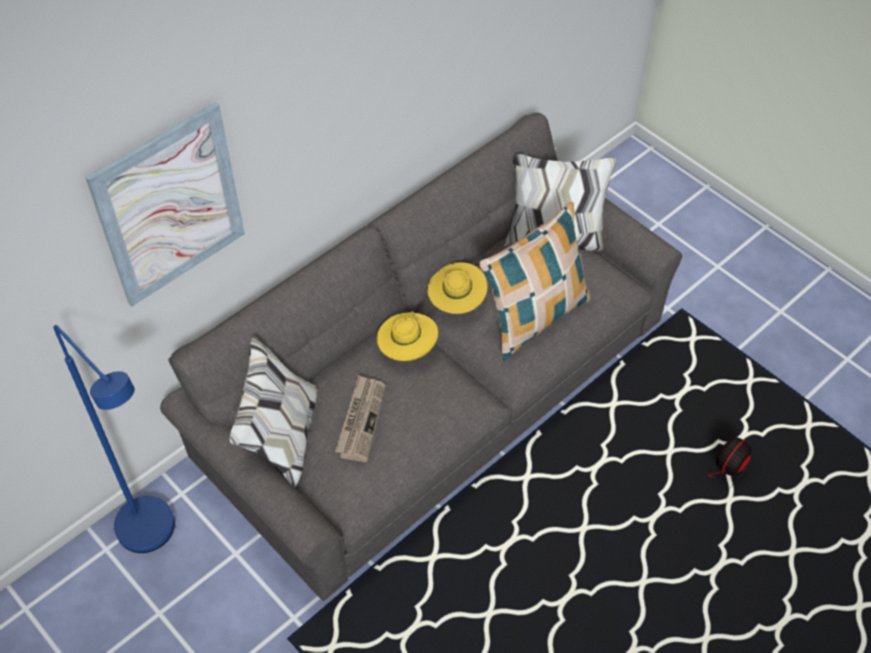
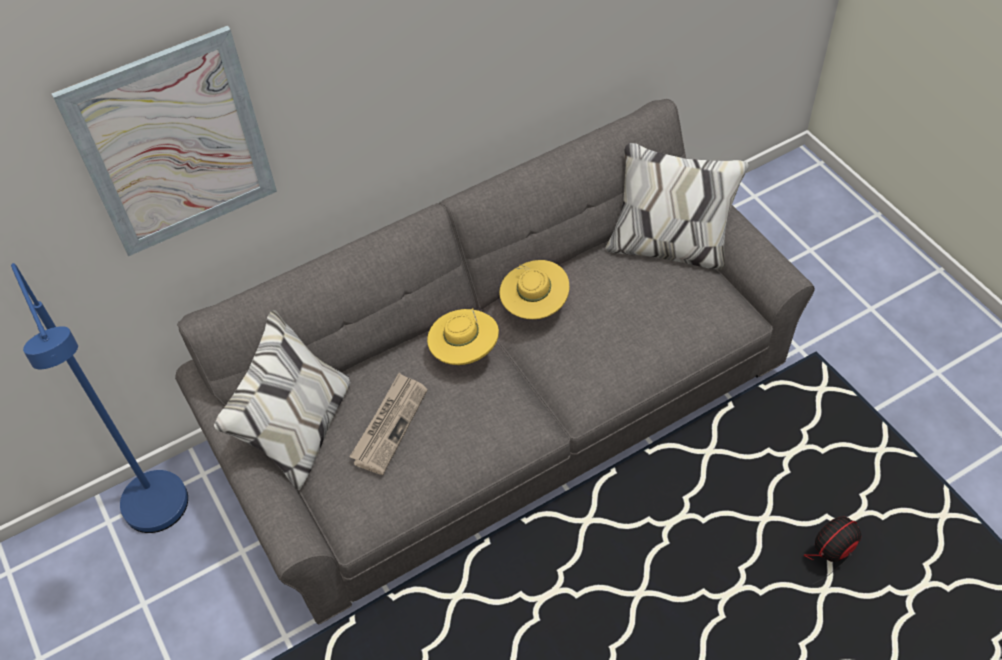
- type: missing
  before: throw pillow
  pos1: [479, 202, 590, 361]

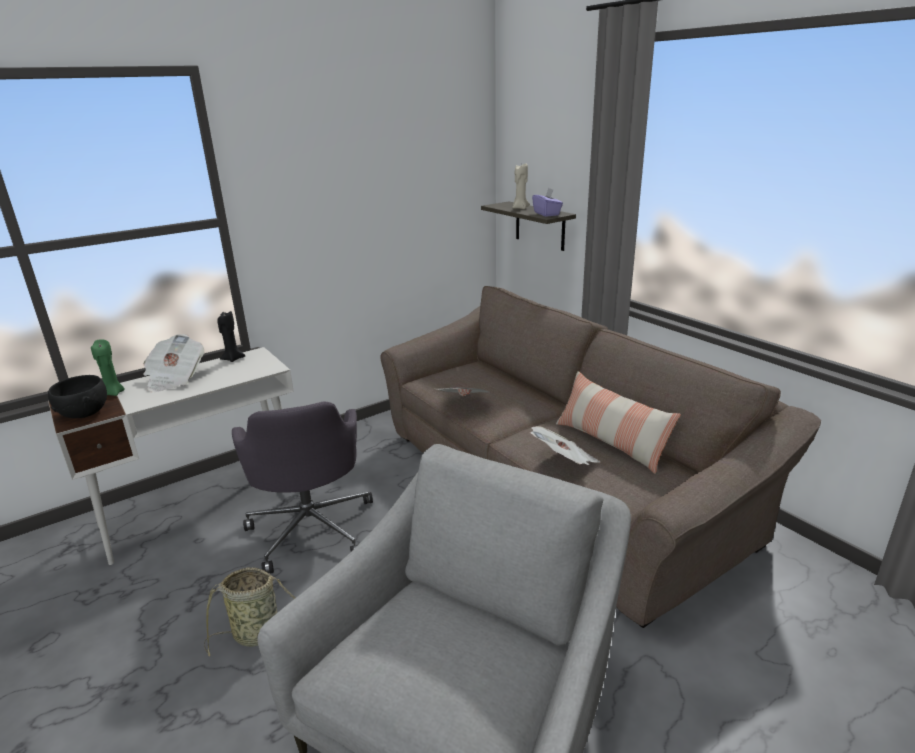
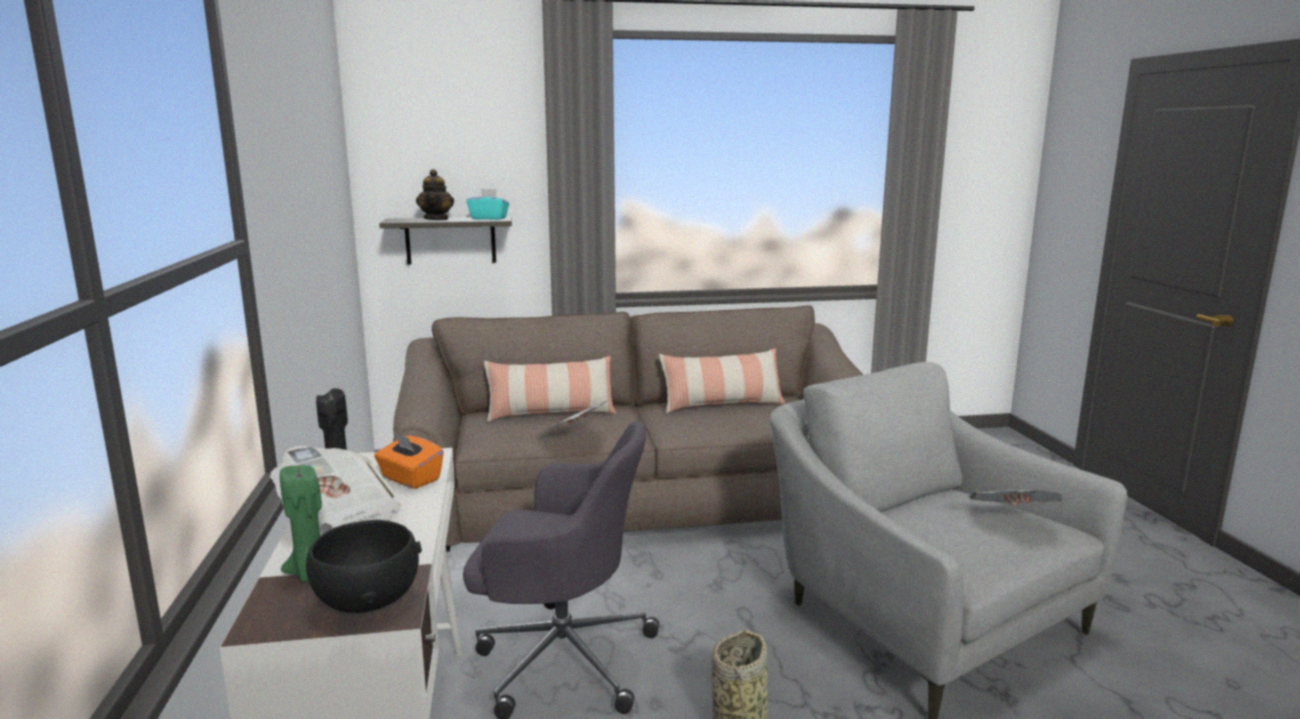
- type: appeared
  after: box of tissues/orange
  pos2: [374, 431, 444, 489]
- type: appeared
  after: throw pillow
  pos2: [484, 356, 616, 422]
- type: relocated
  before: newspaper
  pos1: [530, 426, 600, 465]
  pos2: [969, 490, 1062, 506]
- type: exchanged
  before: wax candle/sand-coloured
  after: pot for tea
  pos1: [512, 163, 530, 209]
  pos2: [416, 169, 454, 220]
- type: colour
  before: box of tissues/purple
  after: box of tissues/turquoise-coloured
  pos1: [532, 188, 563, 217]
  pos2: [467, 189, 509, 220]

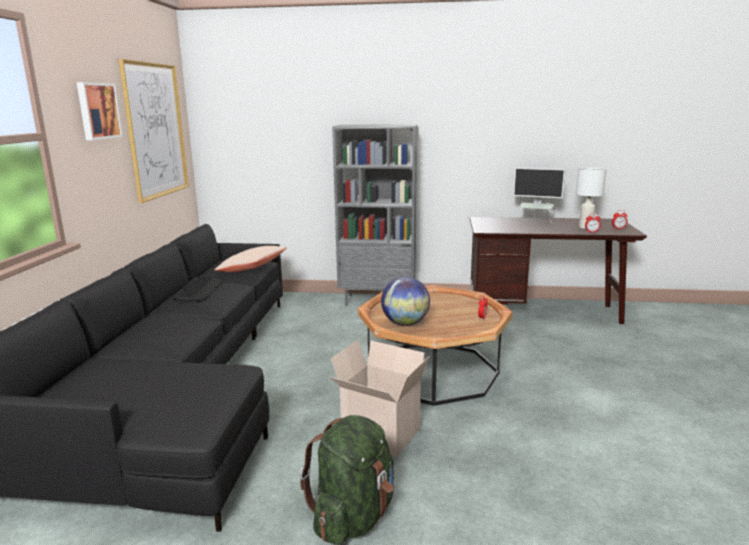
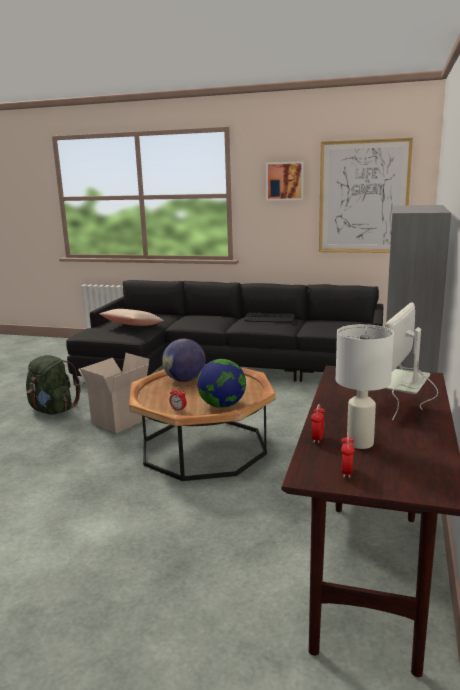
- type: appeared
  after: desk globe
  pos2: [197, 359, 246, 408]
- type: relocated
  before: throw pillow/sand-coloured
  pos1: [215, 246, 287, 272]
  pos2: [100, 309, 164, 326]

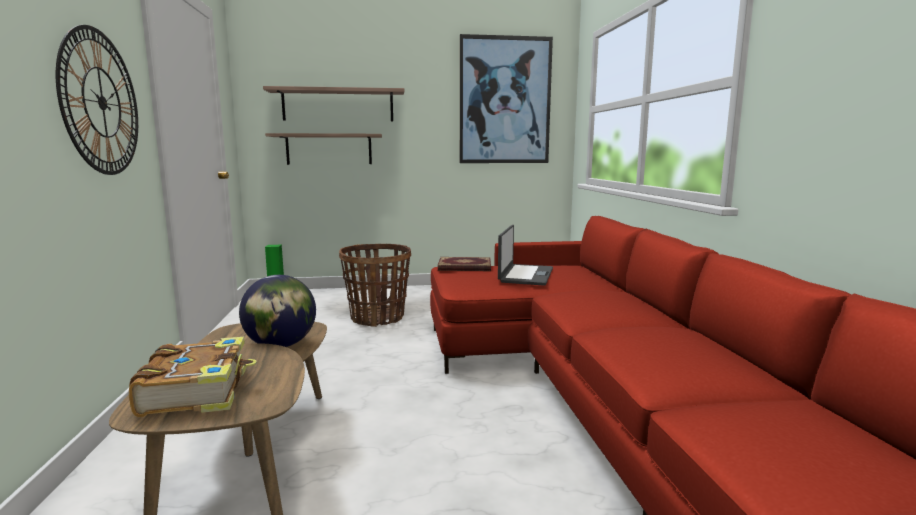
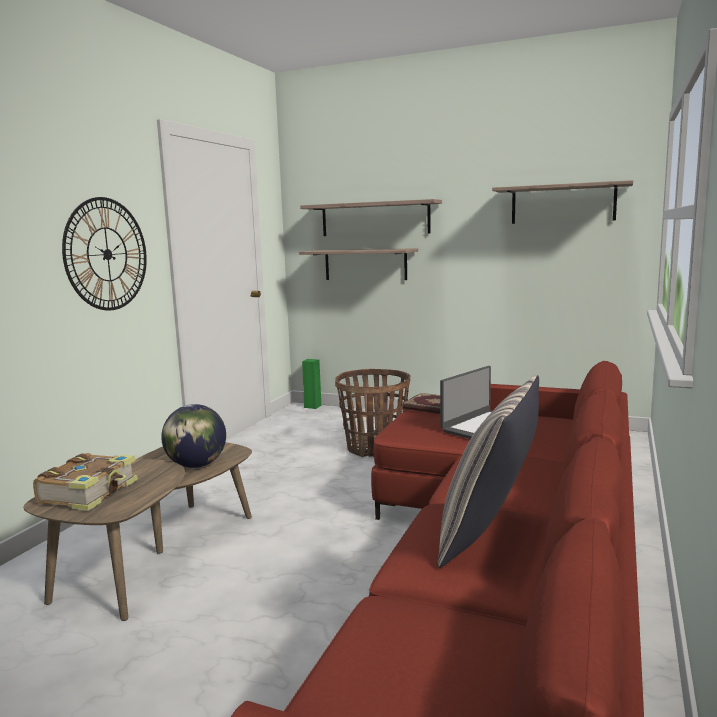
- type: appeared
  after: throw pillow
  pos2: [438, 375, 539, 568]
- type: exchanged
  before: wall art
  after: bracket shelf
  pos1: [460, 34, 553, 163]
  pos2: [492, 180, 633, 224]

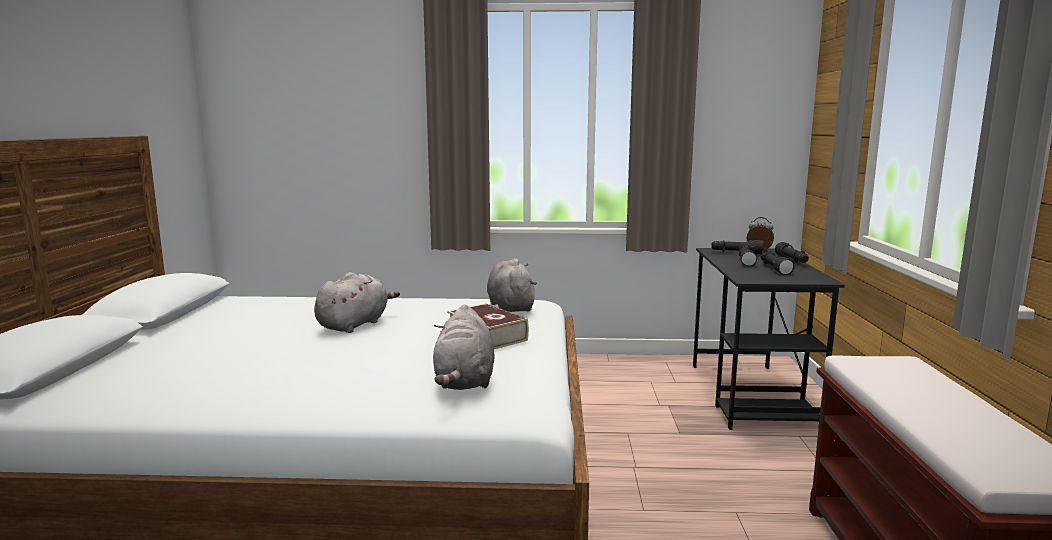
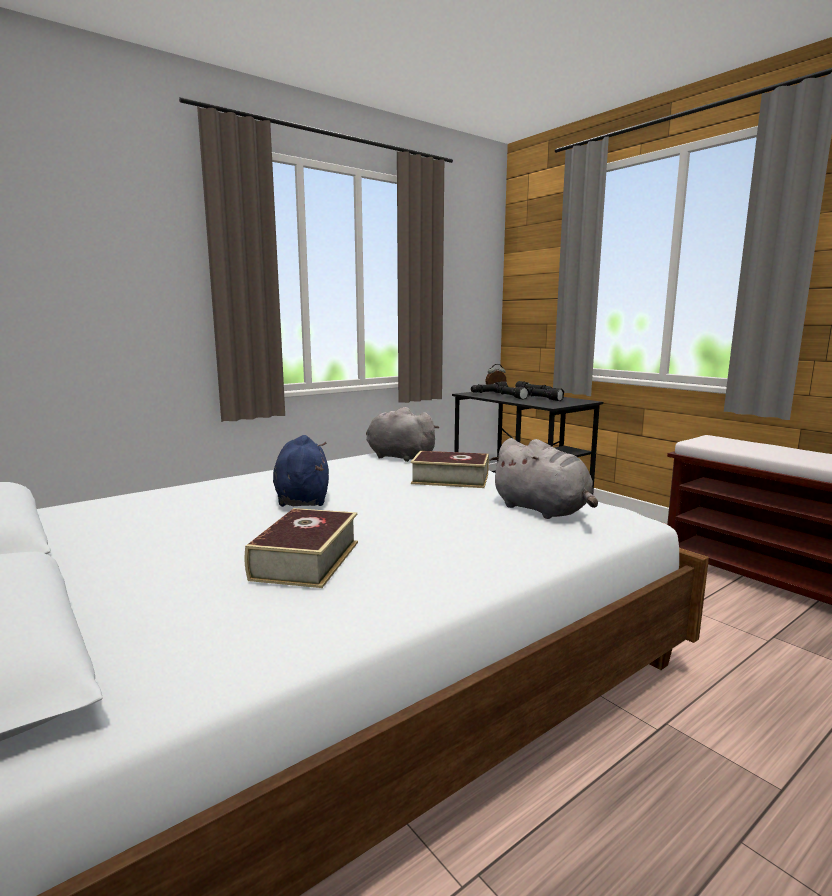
- type: appeared
  after: bound book
  pos2: [244, 508, 358, 588]
- type: colour
  before: plush toy/gray
  after: plush toy/blue
  pos1: [314, 272, 400, 333]
  pos2: [273, 435, 329, 507]

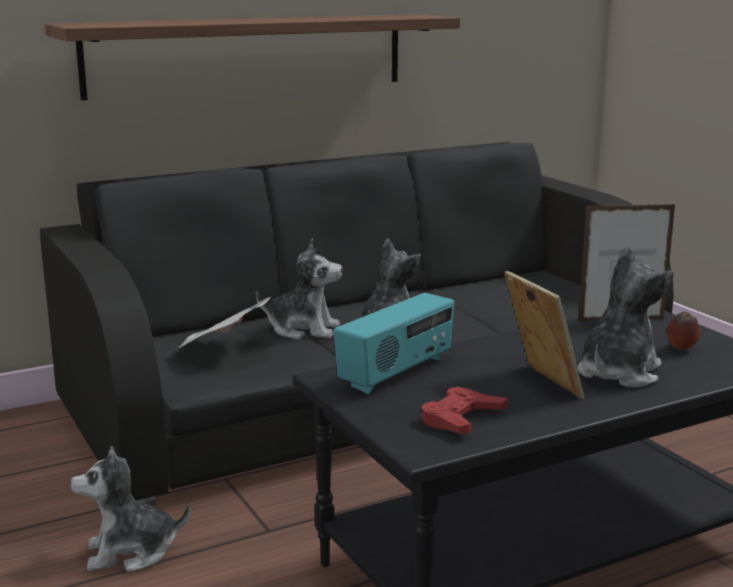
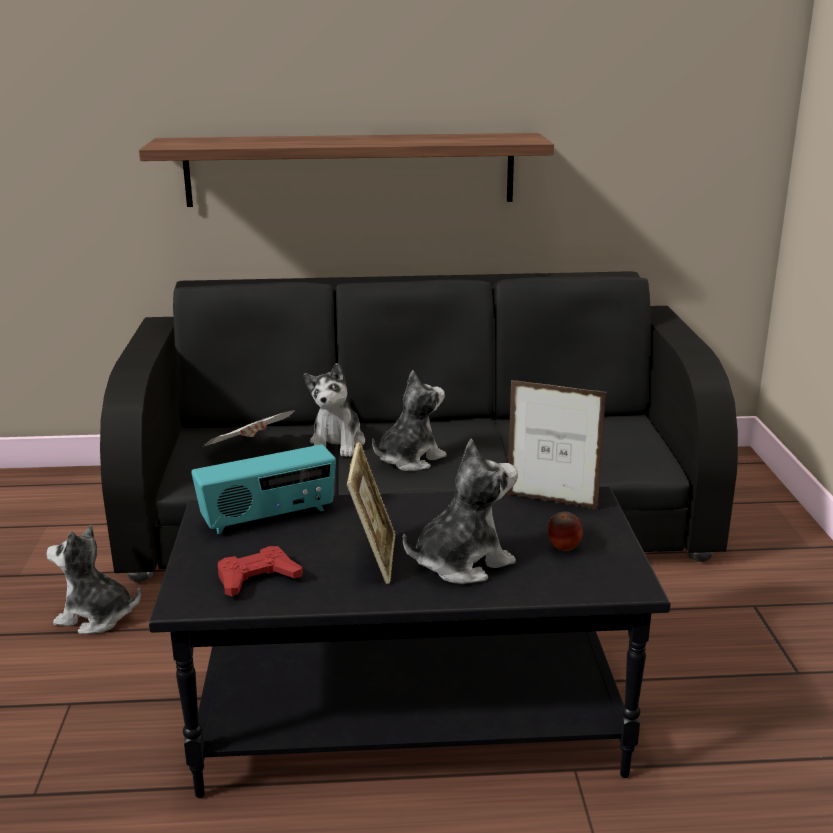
- type: spun
  before: plush toy
  pos1: [256, 238, 343, 339]
  pos2: [304, 363, 365, 457]
  turn: 60

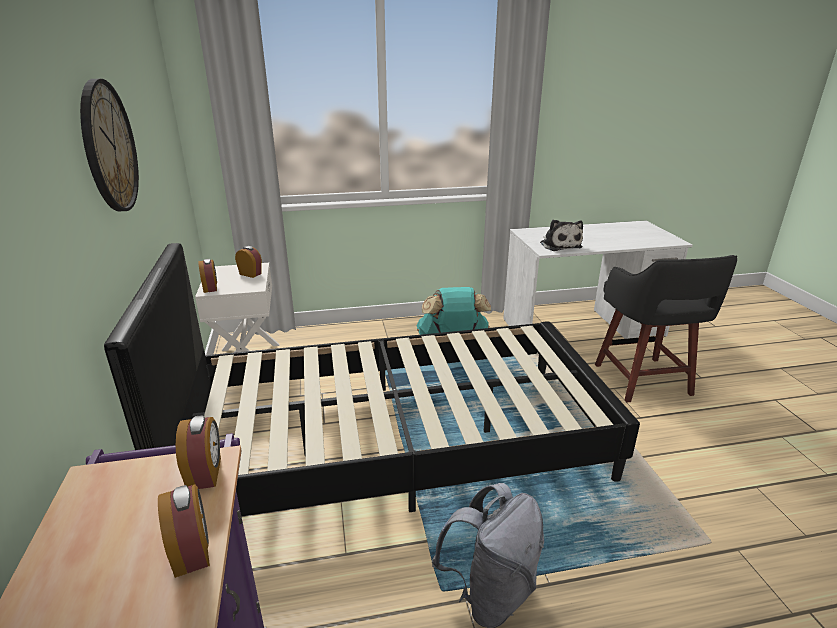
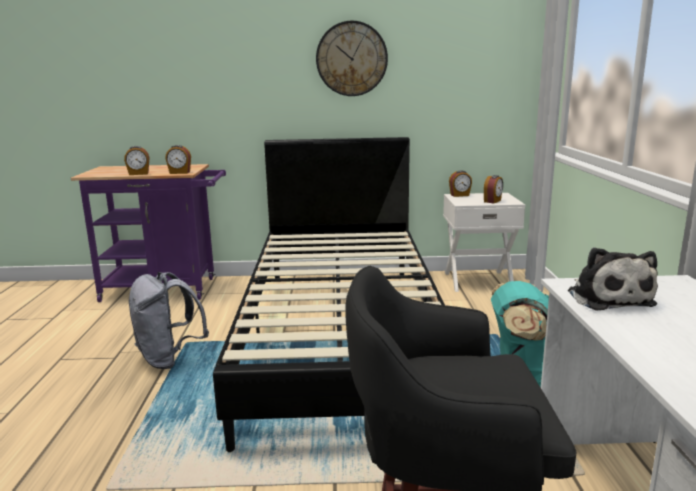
- type: spun
  before: plush toy
  pos1: [540, 220, 583, 251]
  pos2: [568, 247, 658, 311]
  turn: -90

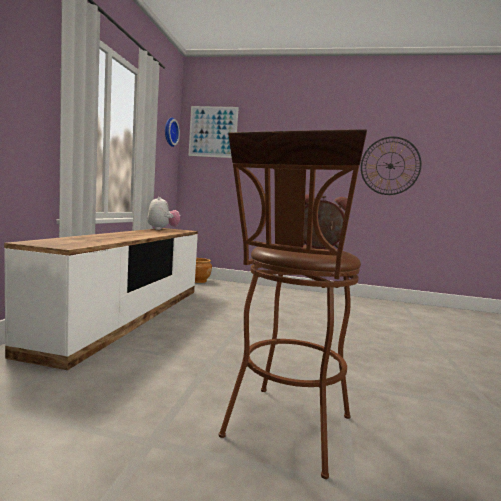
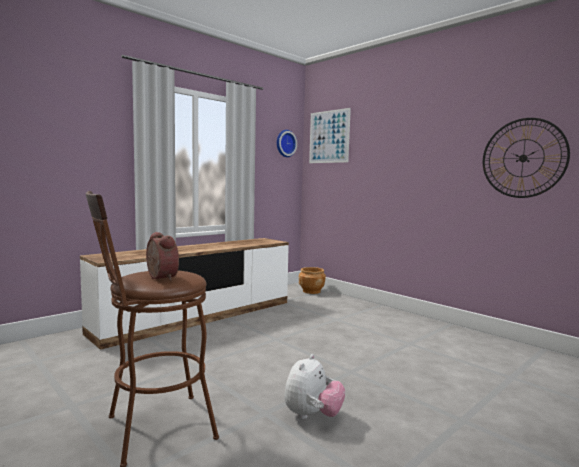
- type: relocated
  before: plush toy
  pos1: [147, 197, 180, 230]
  pos2: [284, 354, 346, 419]

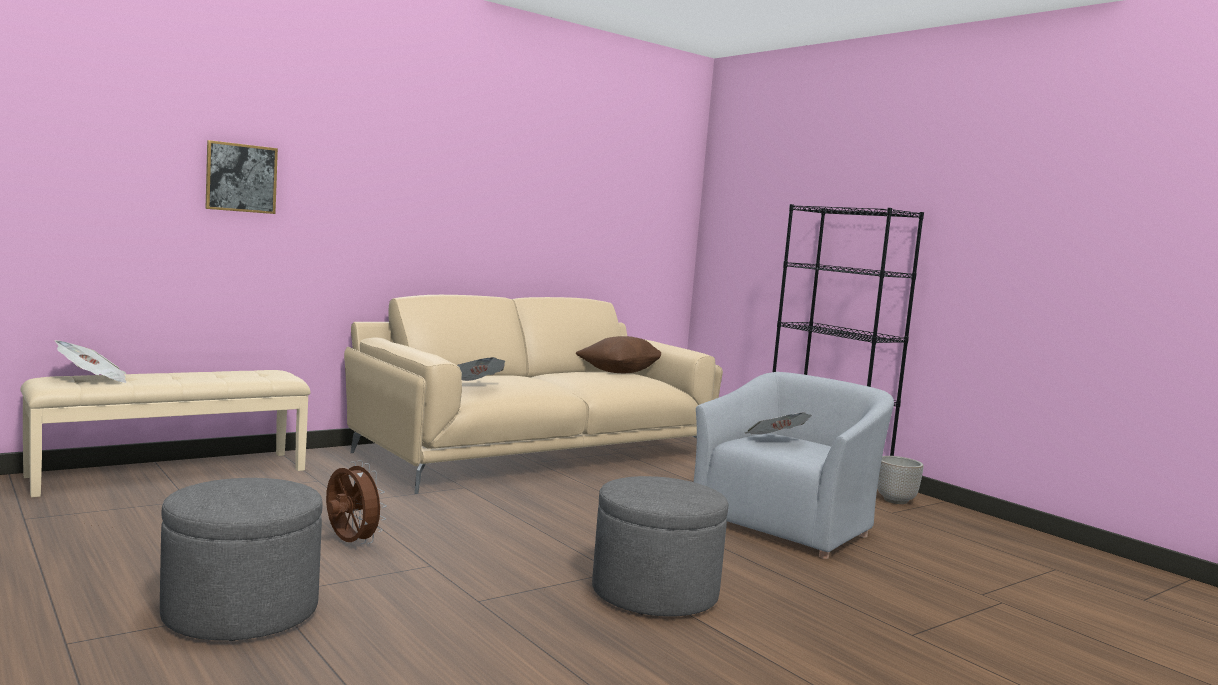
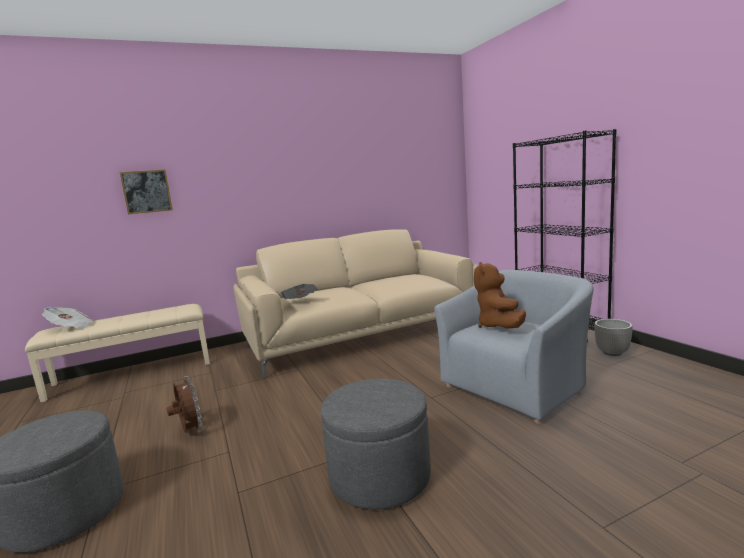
- type: missing
  before: throw pillow/brown
  pos1: [576, 336, 661, 373]
- type: exchanged
  before: newspaper
  after: plush toy/brown
  pos1: [745, 412, 812, 434]
  pos2: [474, 262, 526, 329]

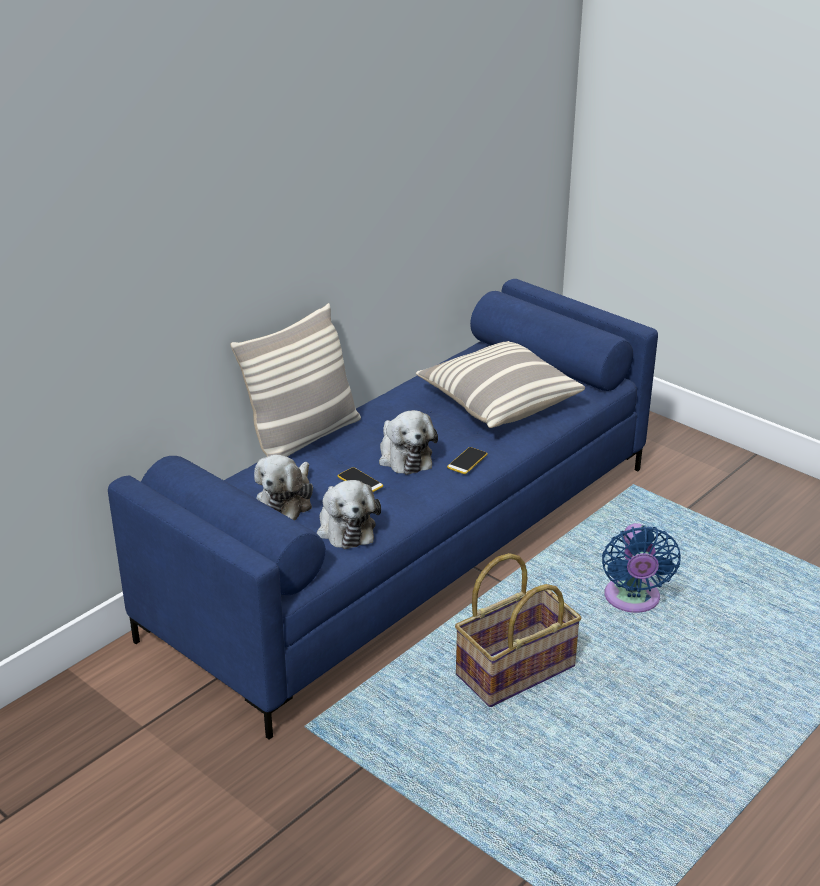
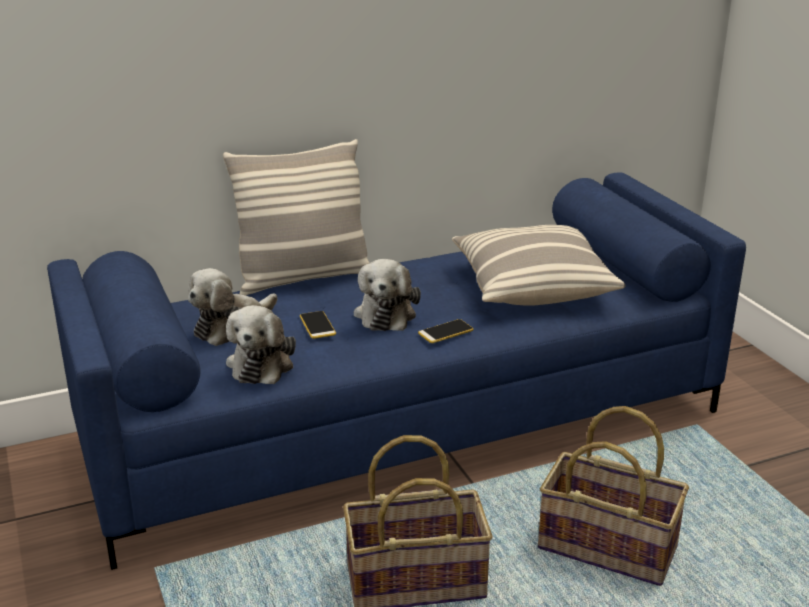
- type: exchanged
  before: electric fan/blue
  after: storage basket
  pos1: [602, 523, 681, 613]
  pos2: [538, 406, 689, 586]

